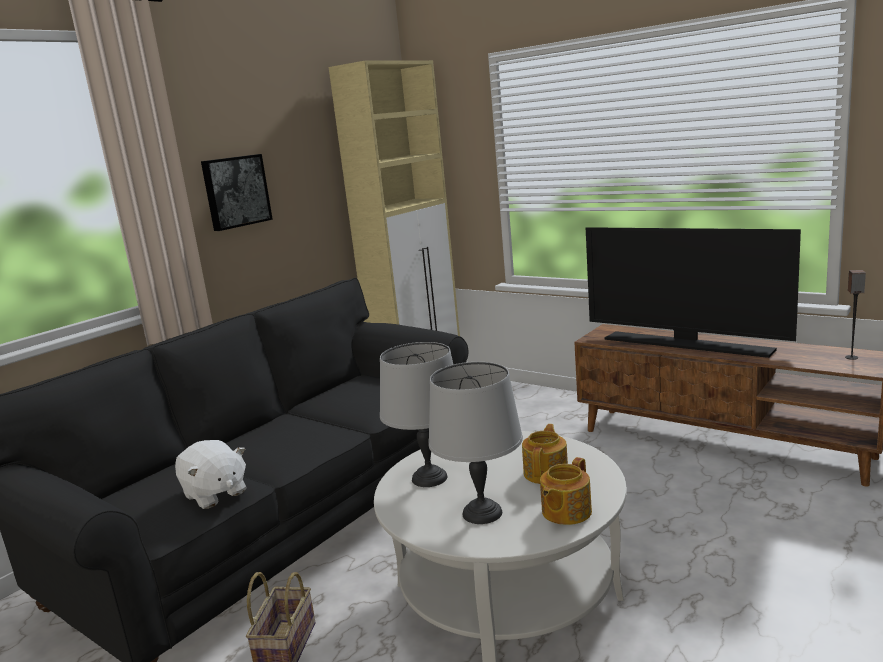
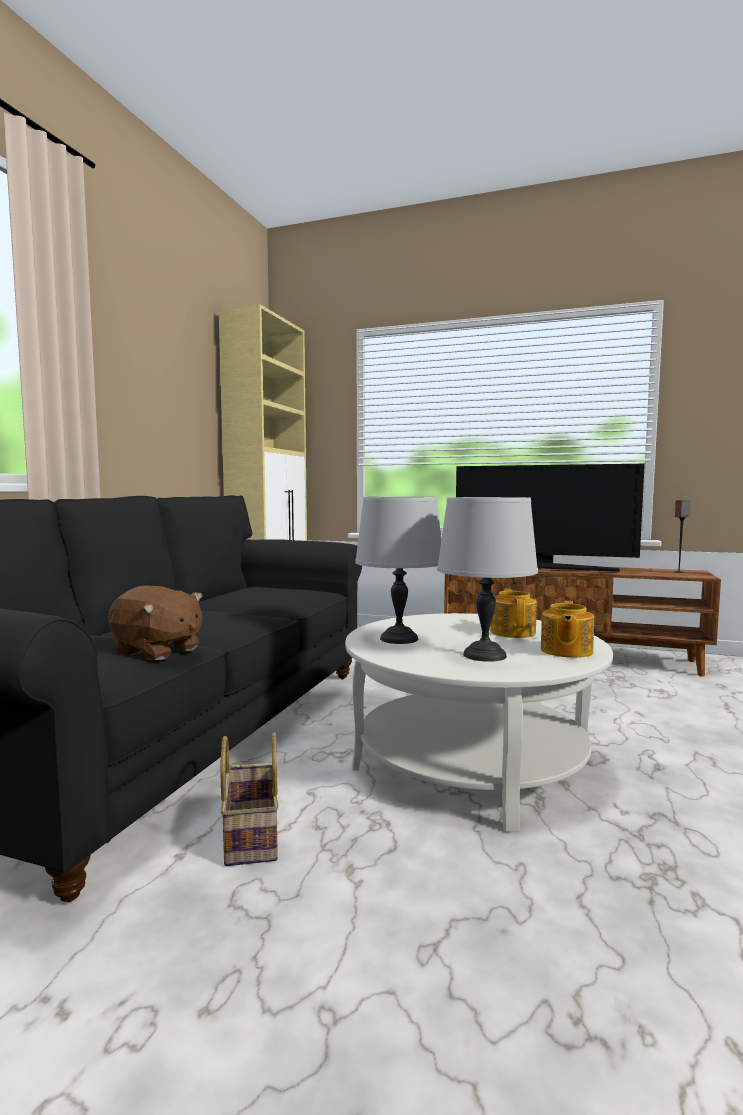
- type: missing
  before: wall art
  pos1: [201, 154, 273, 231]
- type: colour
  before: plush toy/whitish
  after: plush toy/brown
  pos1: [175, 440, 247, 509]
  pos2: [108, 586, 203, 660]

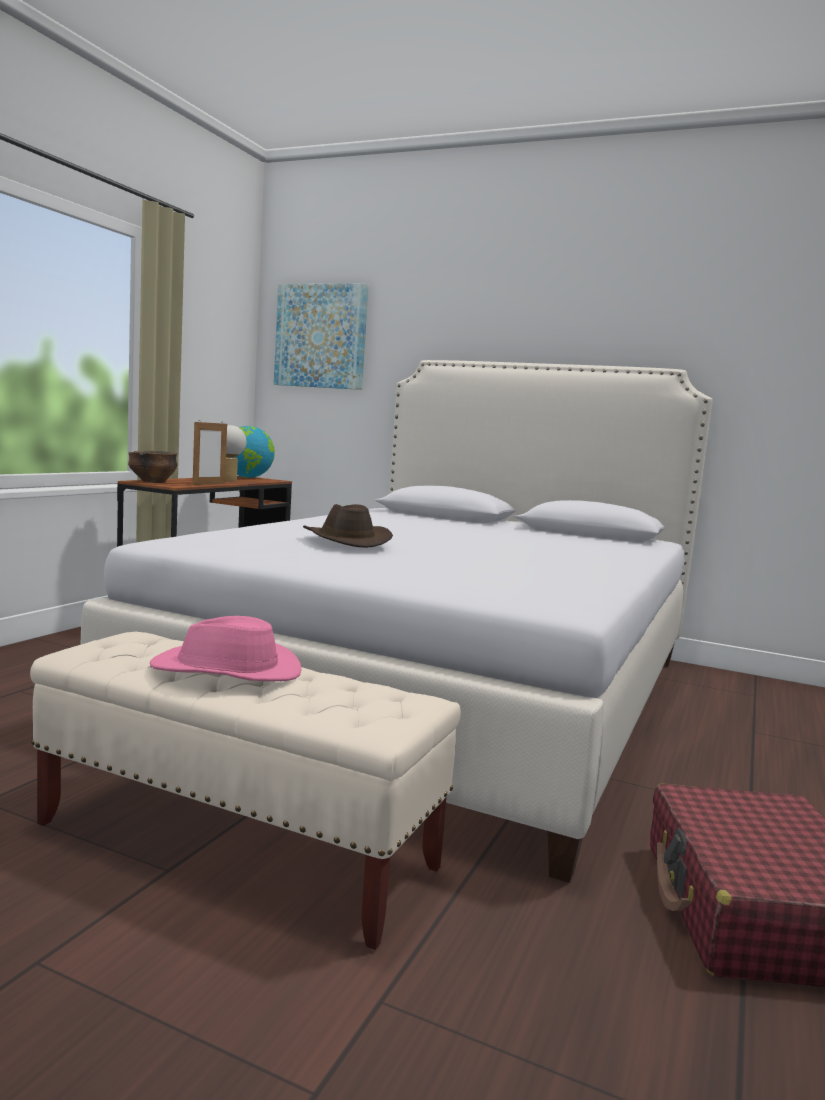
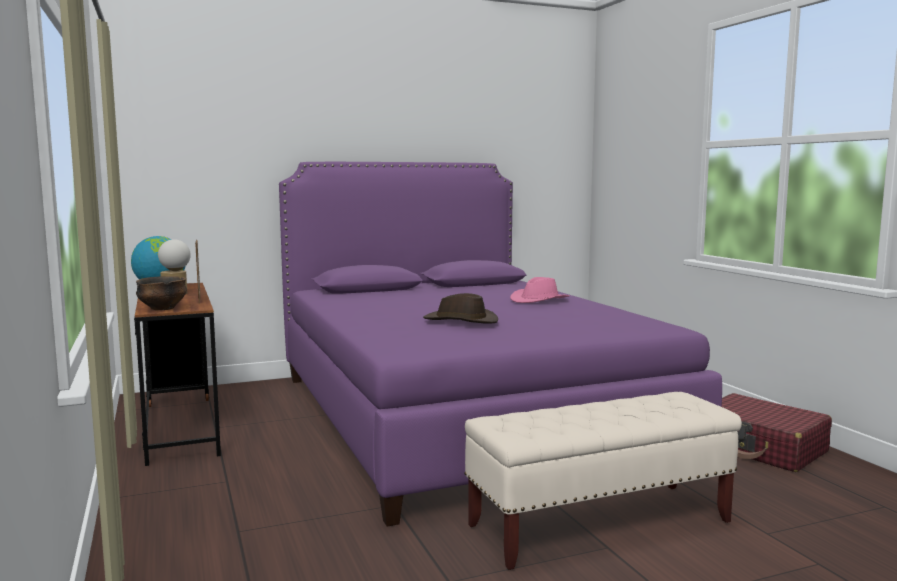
- type: missing
  before: wall art
  pos1: [274, 284, 369, 390]
- type: relocated
  before: clothing hat/pink-coloured
  pos1: [150, 616, 302, 681]
  pos2: [510, 277, 570, 303]
- type: colour
  before: bed/whitish
  after: bed/purple
  pos1: [81, 360, 713, 883]
  pos2: [279, 162, 722, 526]

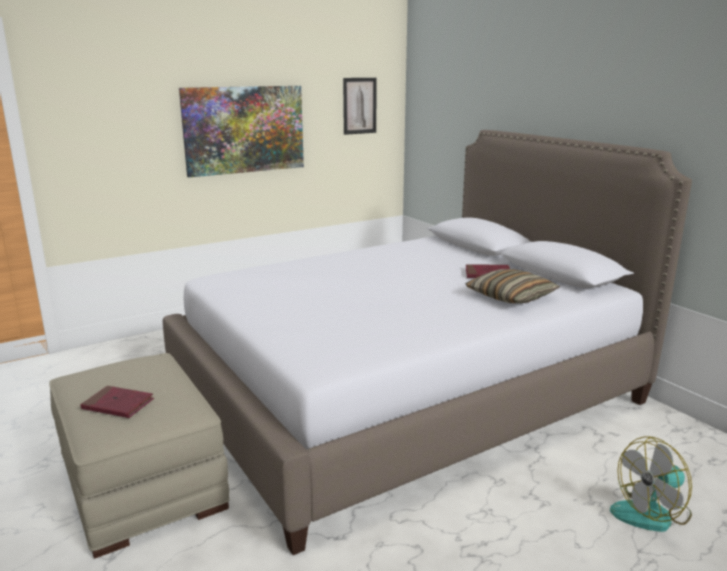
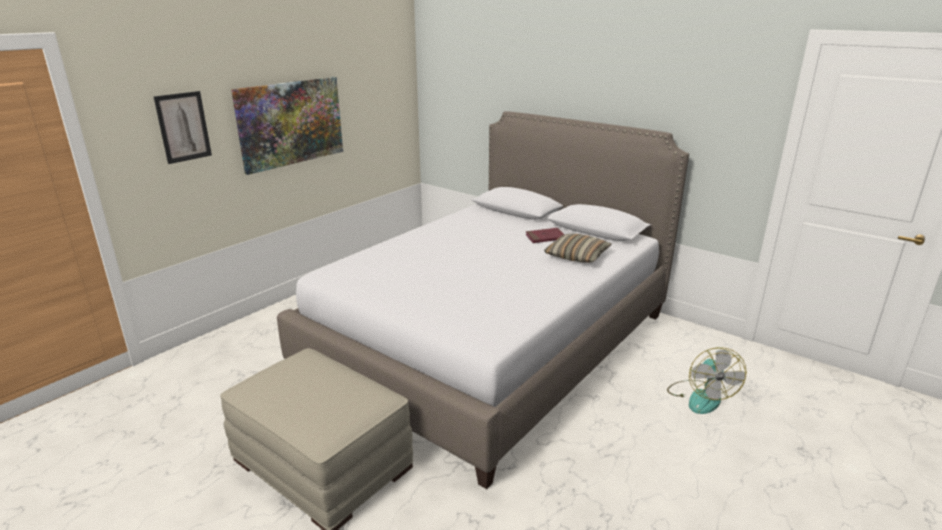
- type: missing
  before: bound book/red
  pos1: [80, 386, 154, 418]
- type: relocated
  before: wall art
  pos1: [343, 78, 377, 135]
  pos2: [154, 91, 212, 164]
- type: spun
  before: electric fan
  pos1: [610, 436, 692, 532]
  pos2: [667, 347, 747, 414]
  turn: -45

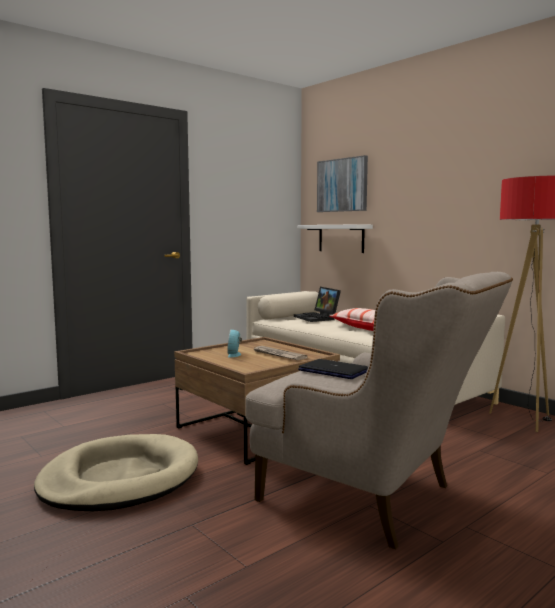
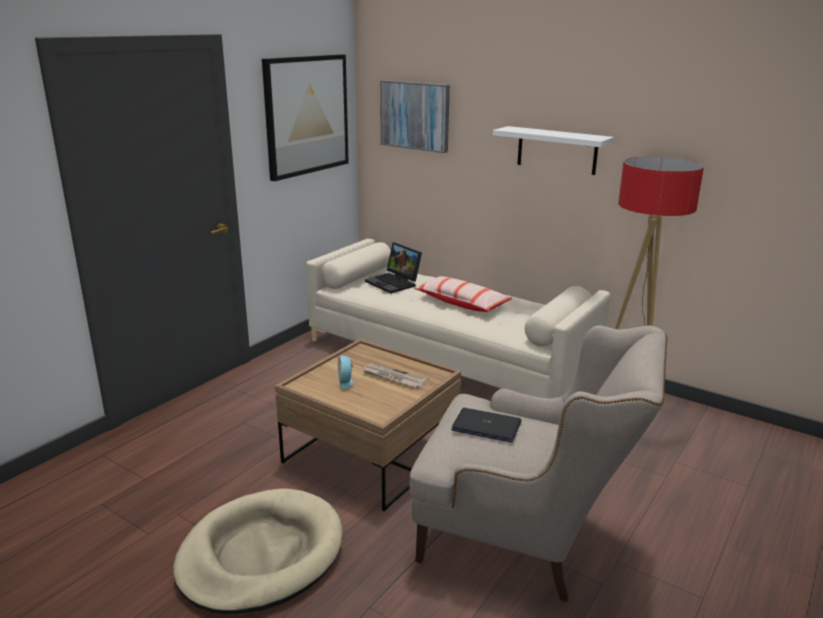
- type: appeared
  after: wall art
  pos2: [262, 54, 349, 181]
- type: relocated
  before: bracket shelf/whitish
  pos1: [297, 224, 373, 253]
  pos2: [493, 126, 614, 175]

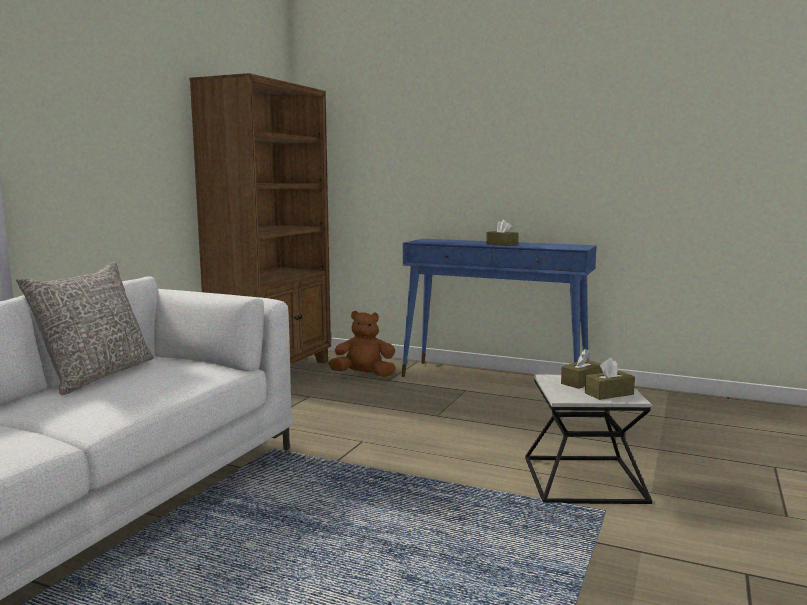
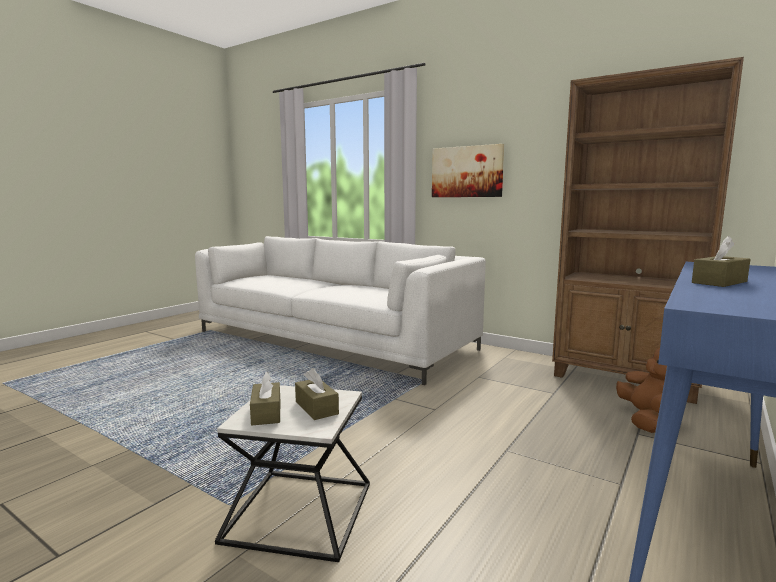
- type: missing
  before: throw pillow/gray
  pos1: [16, 262, 153, 395]
- type: appeared
  after: wall art
  pos2: [432, 144, 504, 197]

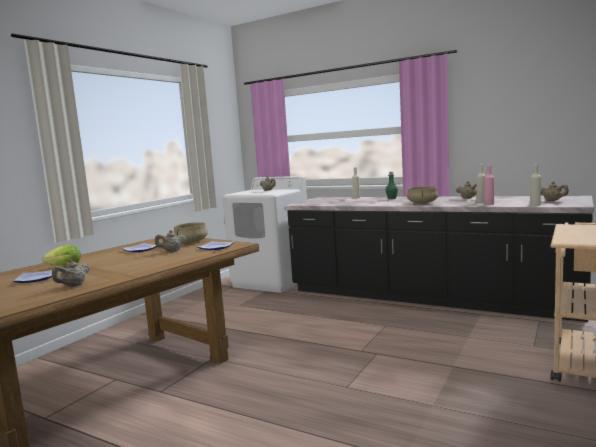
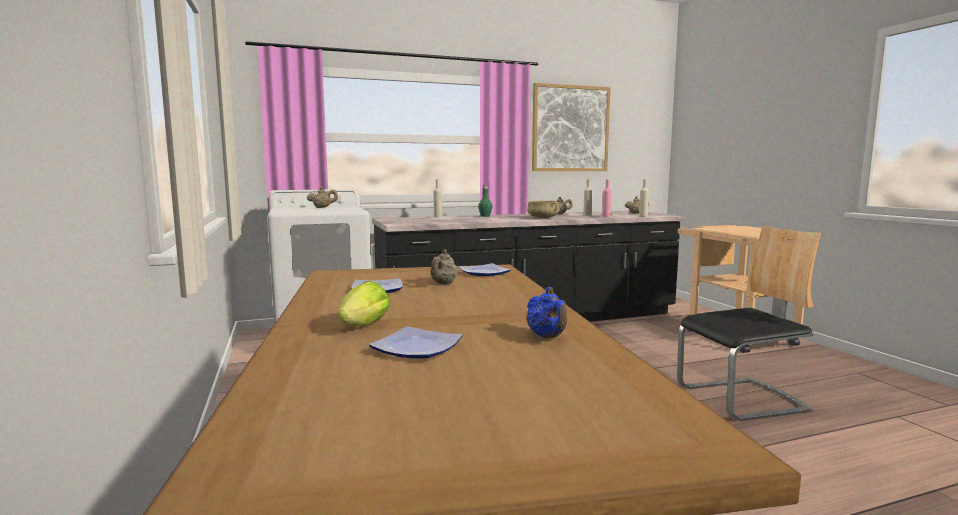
- type: missing
  before: saucepot/sand-coloured
  pos1: [173, 222, 208, 243]
- type: appeared
  after: wall art
  pos2: [532, 83, 610, 171]
- type: appeared
  after: plain chair
  pos2: [677, 225, 821, 421]
- type: colour
  before: pot for tea/sand-coloured
  after: pot for tea/blue
  pos1: [52, 259, 90, 287]
  pos2: [527, 287, 567, 338]

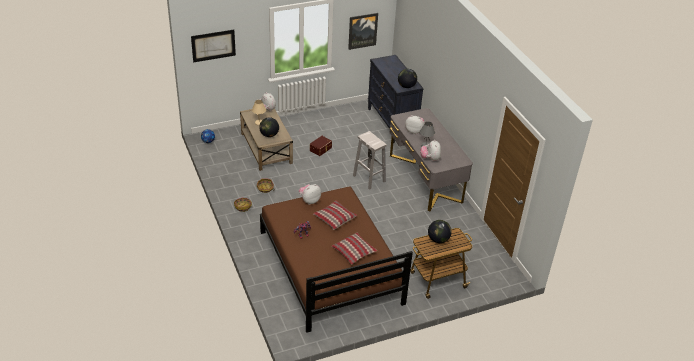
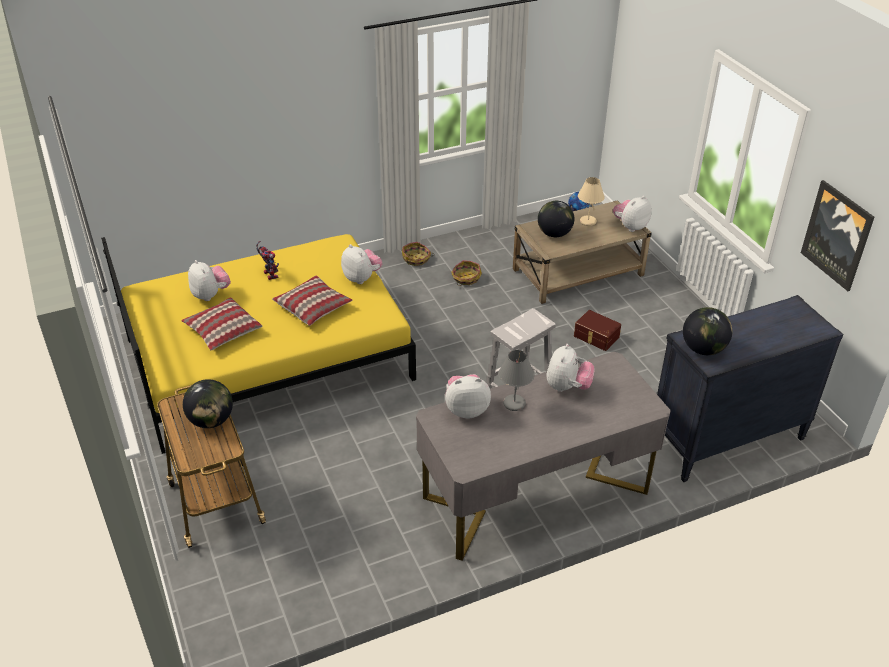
- type: missing
  before: wall art
  pos1: [191, 30, 236, 63]
- type: appeared
  after: plush toy
  pos2: [188, 260, 231, 301]
- type: colour
  before: bed/brown
  after: bed/yellow-coloured
  pos1: [260, 187, 413, 333]
  pos2: [101, 234, 416, 454]

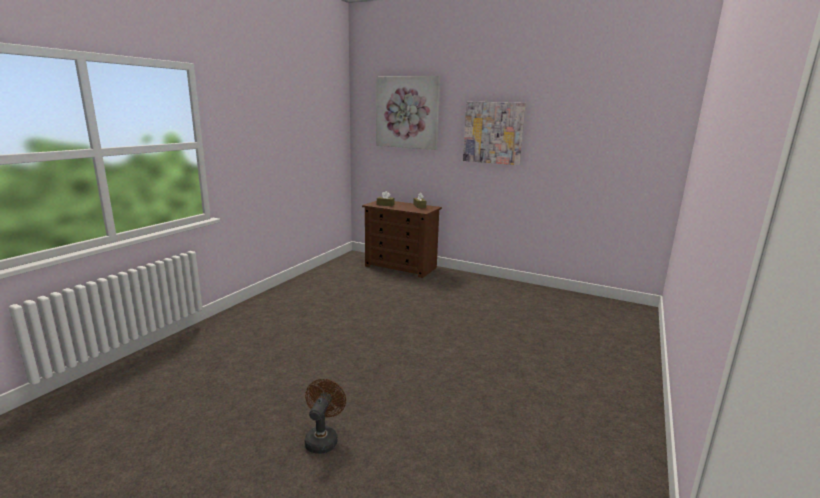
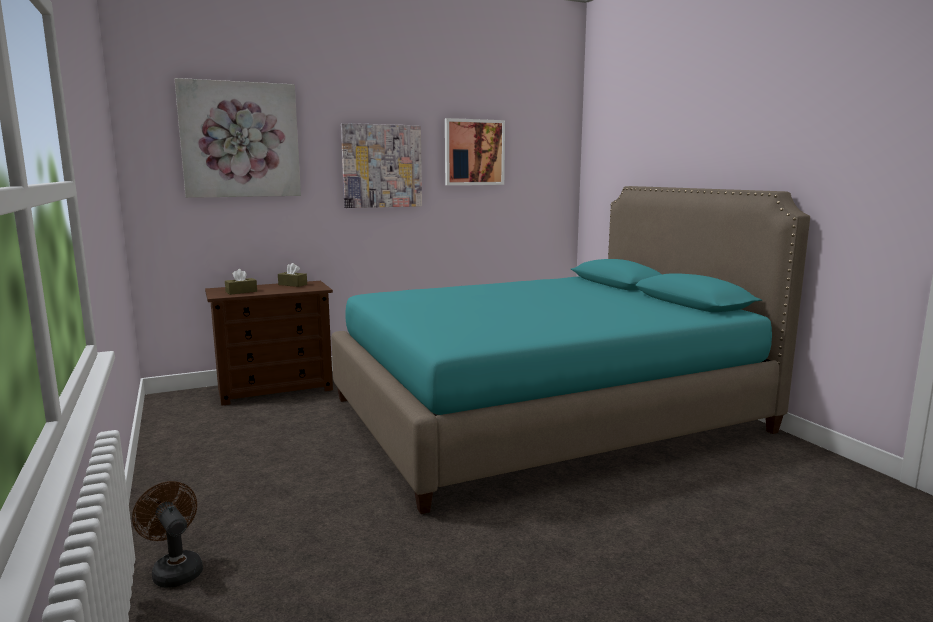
- type: appeared
  after: bed/turquoise-coloured
  pos2: [331, 186, 810, 514]
- type: appeared
  after: wall art
  pos2: [445, 118, 505, 185]
- type: relocated
  before: electric fan/brown
  pos1: [305, 379, 346, 454]
  pos2: [132, 481, 203, 588]

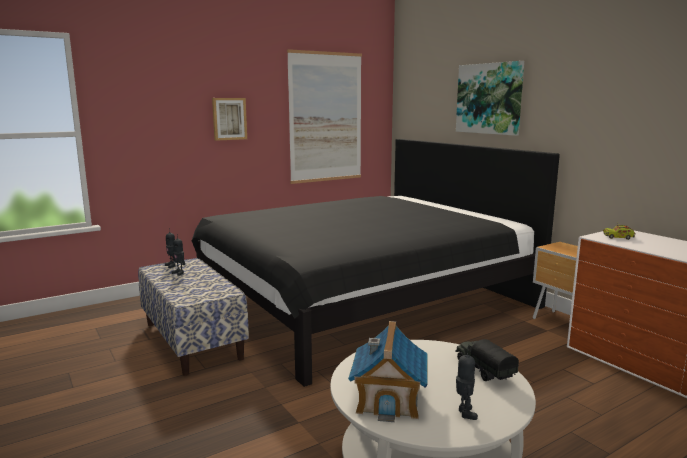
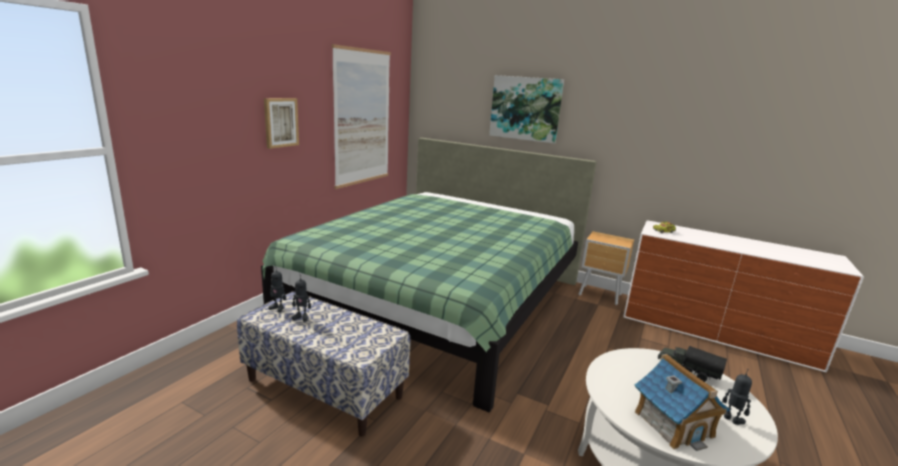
- type: colour
  before: bed/blackish
  after: bed/green
  pos1: [192, 139, 560, 387]
  pos2: [261, 138, 597, 412]

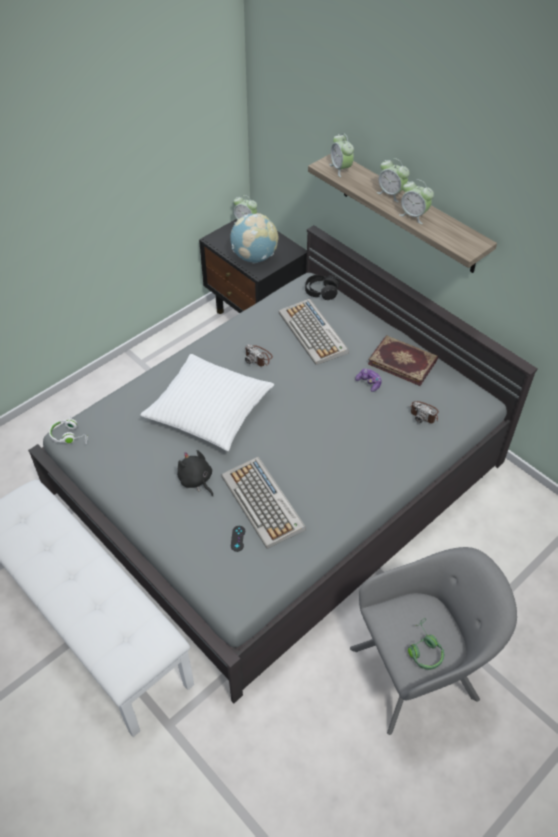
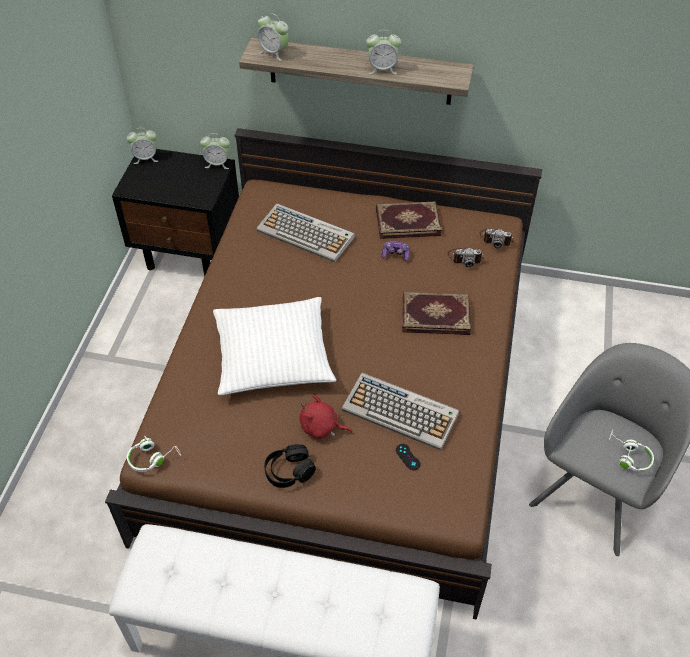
- type: missing
  before: desk globe
  pos1: [230, 213, 279, 264]
- type: appeared
  after: bound book
  pos2: [402, 292, 471, 335]
- type: relocated
  before: still camera
  pos1: [245, 344, 273, 367]
  pos2: [480, 229, 514, 248]
- type: relocated
  before: headphones/blackish
  pos1: [305, 275, 340, 300]
  pos2: [264, 444, 316, 488]
- type: relocated
  before: bedside clock
  pos1: [377, 158, 410, 202]
  pos2: [200, 133, 230, 169]
- type: colour
  before: bed/gray
  after: bed/brown
  pos1: [28, 225, 538, 704]
  pos2: [105, 128, 542, 620]
- type: colour
  before: plush toy/blackish
  after: plush toy/red
  pos1: [177, 450, 213, 496]
  pos2: [300, 395, 352, 439]
- type: colour
  before: headphones/green
  after: headphones/whitish
  pos1: [408, 618, 444, 670]
  pos2: [609, 430, 654, 472]

